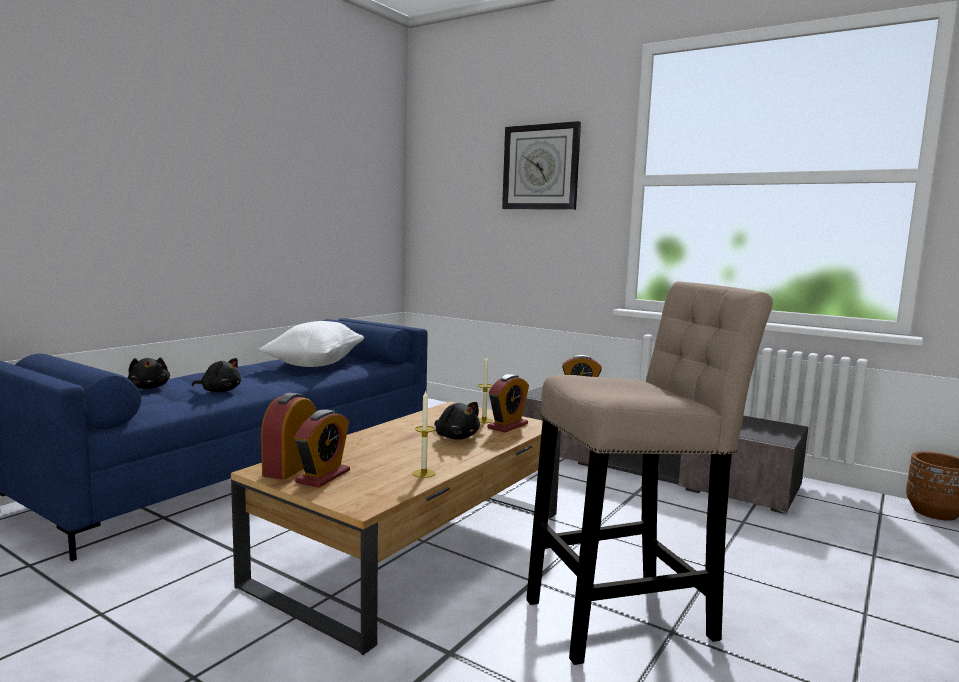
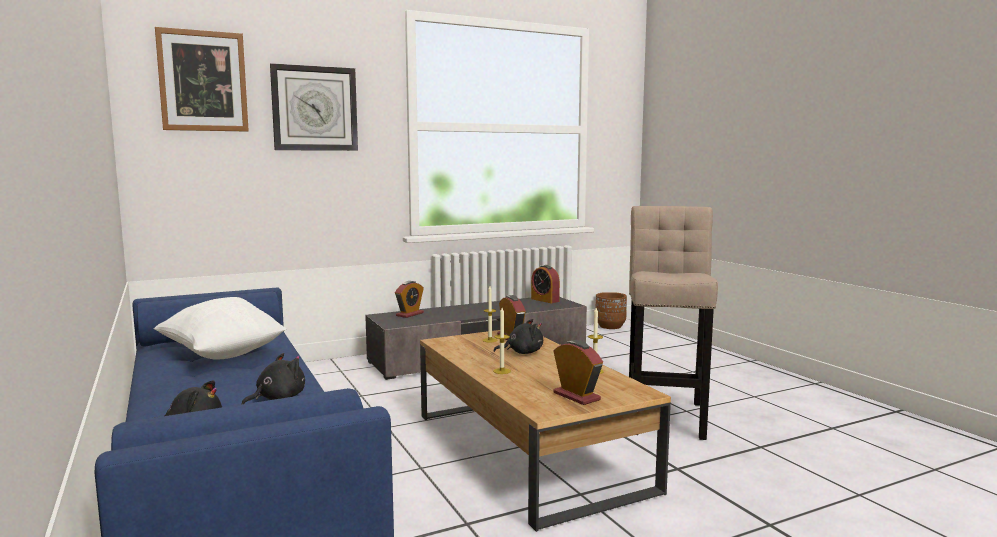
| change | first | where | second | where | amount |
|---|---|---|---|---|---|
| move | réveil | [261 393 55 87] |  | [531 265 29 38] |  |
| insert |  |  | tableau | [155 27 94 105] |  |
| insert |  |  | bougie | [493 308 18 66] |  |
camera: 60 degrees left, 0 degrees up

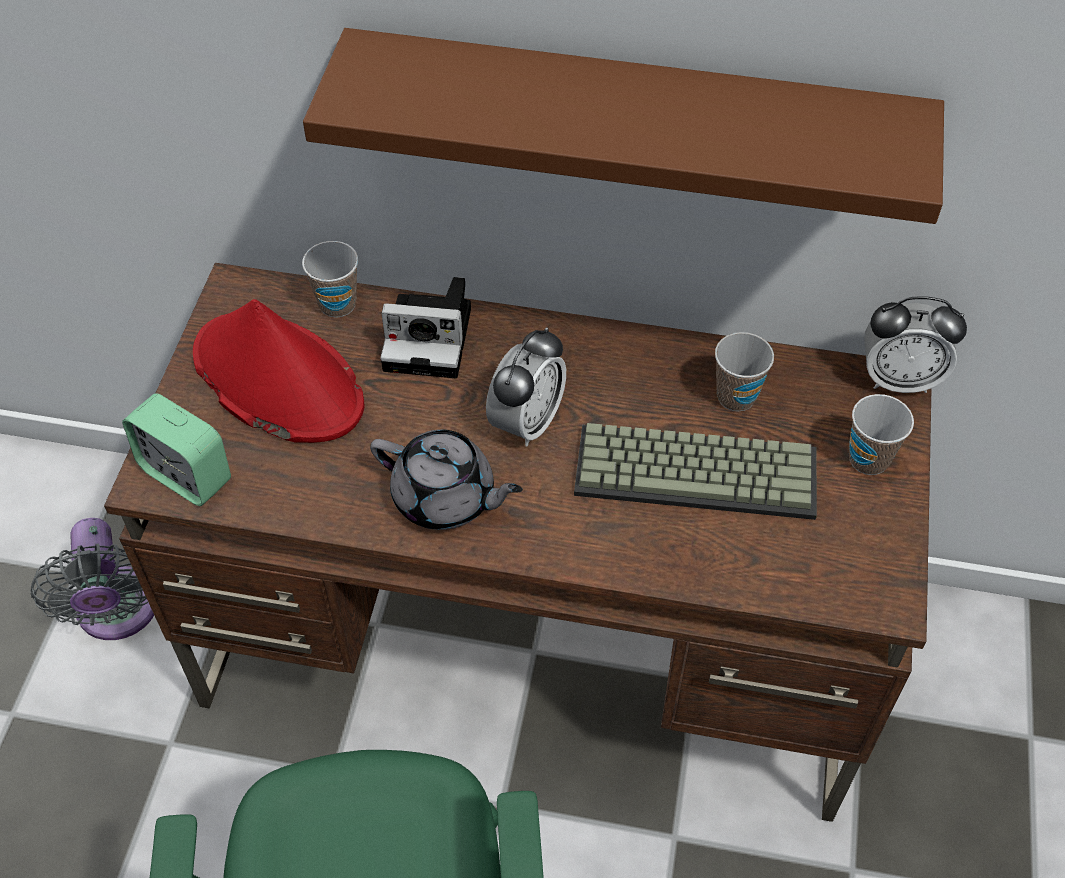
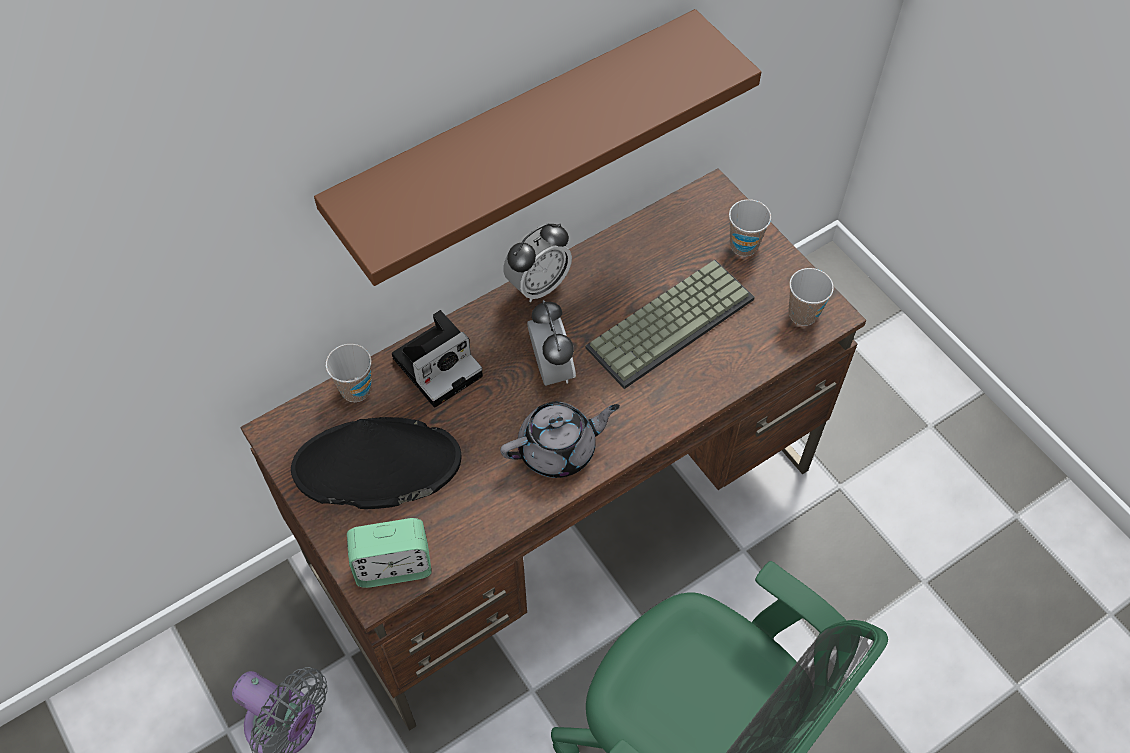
| change | first | where | second | where | amount |
|---|---|---|---|---|---|
| move | réveil | [864 296 103 97] |  | [503 224 69 78] |  |
| recolor | chapeau [rouge] | [193 299 171 144] | chapeau [noir] | [291 417 171 92] |  |
| move | tasse | [715 332 59 80] |  | [789 268 45 58] |  |
camera: 45 degrees left, 5 degrees up

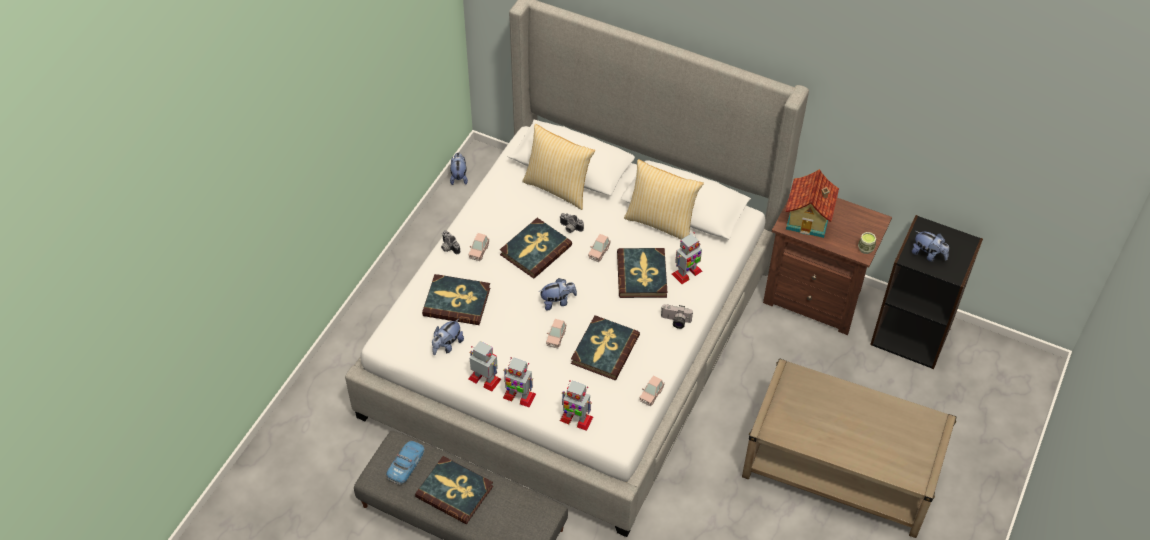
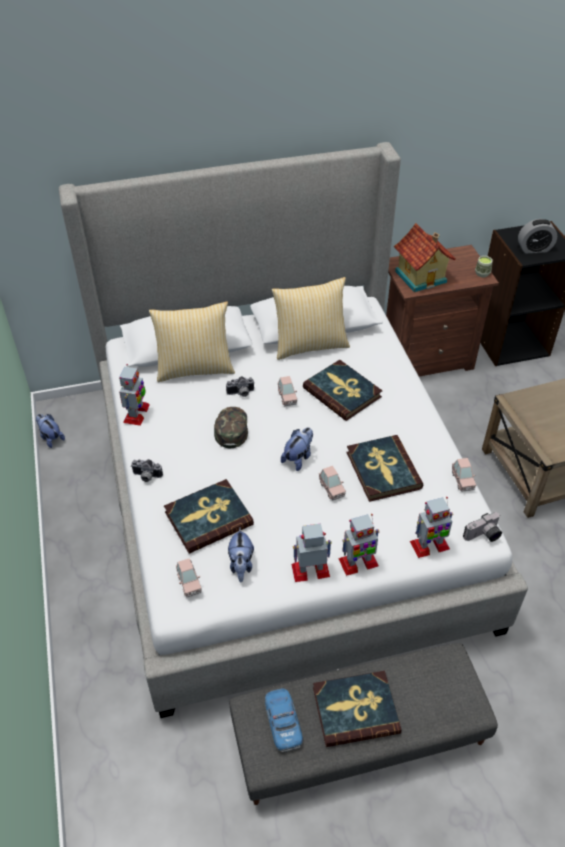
| change | first | where | second | where | amount |
|---|---|---|---|---|---|
| replace | livre | [500 218 72 60] | casquette [vert] | [214 407 34 41] |  |
| replace | peluche | [912 231 37 31] | réveil | [518 219 39 34] |  |
| move | robot jouet | [672 232 30 52] |  | [119 364 31 62] |  |
| move | petite voiture [rose] | [468 233 21 28] |  | [176 558 26 39] |  |
| move | appareil photo | [661 304 32 25] |  | [463 512 39 30] |  |
camera: 40 degrees left, 5 degrees down

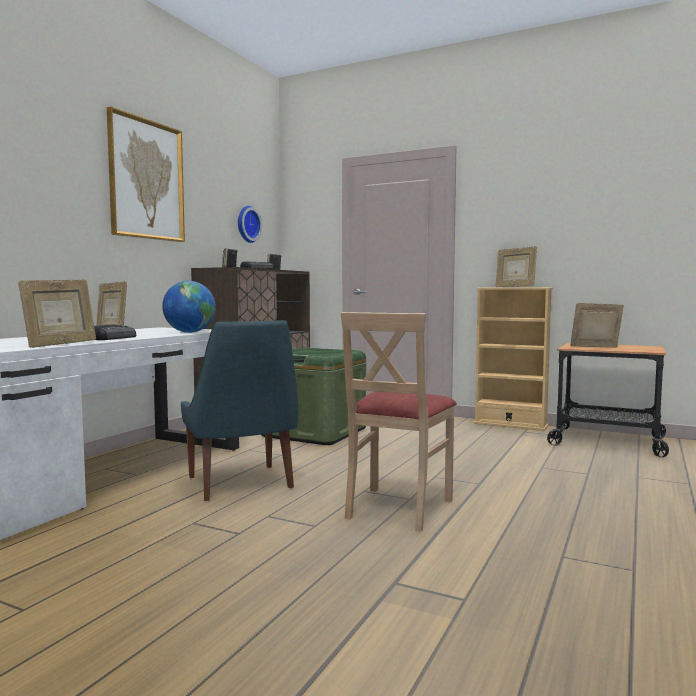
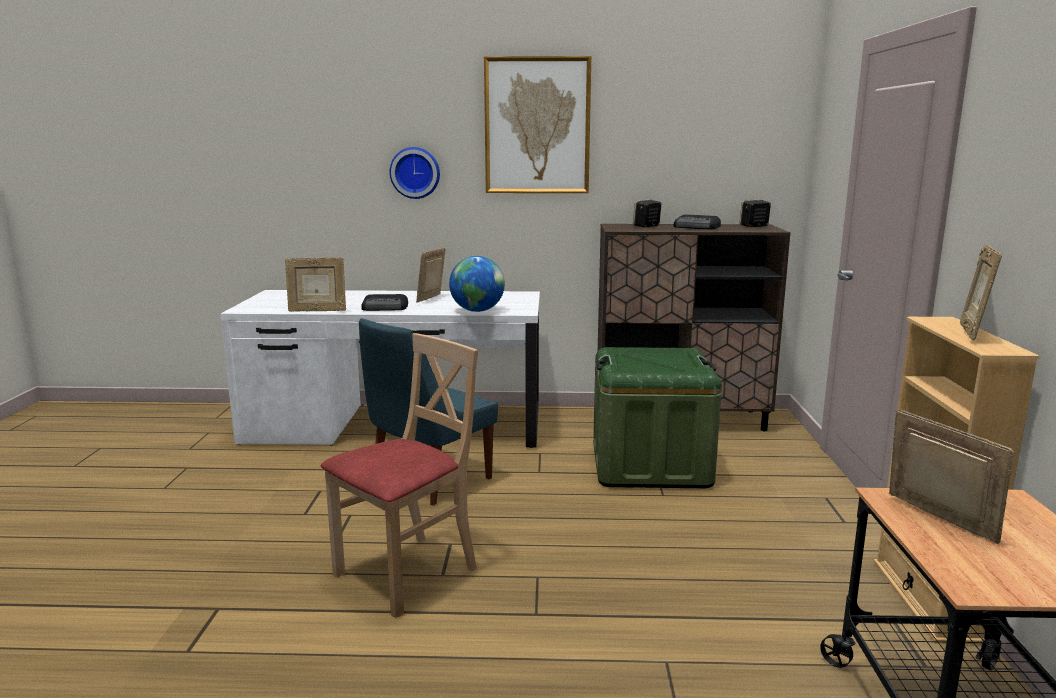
| change | first | where | second | where | amount |
|---|---|---|---|---|---|
| move | horloge murale | [238 206 24 37] |  | [390 147 50 52] |  |
| rotate | chaise [beige] | [341 312 116 220] |  | [321 333 157 285] | 135 degrees clockwise |
camera: 65 degrees right, 10 degrees up

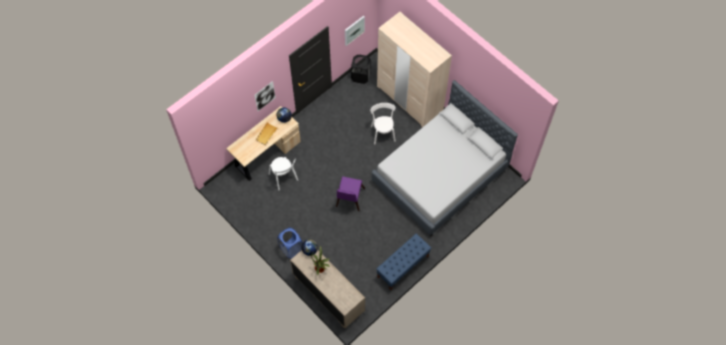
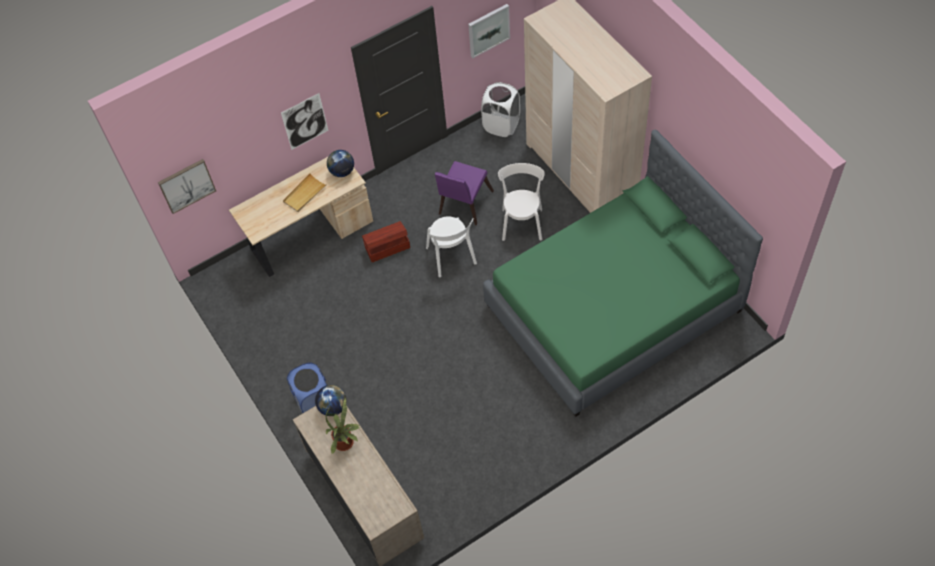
| change | first | where | second | where | amount |
|---|---|---|---|---|---|
| recolor | panier à linge [noir] | [351 55 20 29] | panier à linge [blanc] | [481 82 39 55] |  |
| recolor | lit [gris] | [372 80 146 157] | lit [vert] | [483 130 280 287] |  |
| move | chaise [blanc] | [269 157 29 33] |  | [426 216 51 61] |  |
| move | chaise [violet] | [336 176 29 35] |  | [435 161 59 65] |  |
| delete | banc [bleu] | [376 234 55 57] |  |  |  |
| insert |  |  | tableau | [158 159 58 55] |  |
| insert |  |  | boîte de rangement [marron] | [362 221 48 41] |  |
camera: 15 degrees right, 5 degrees down

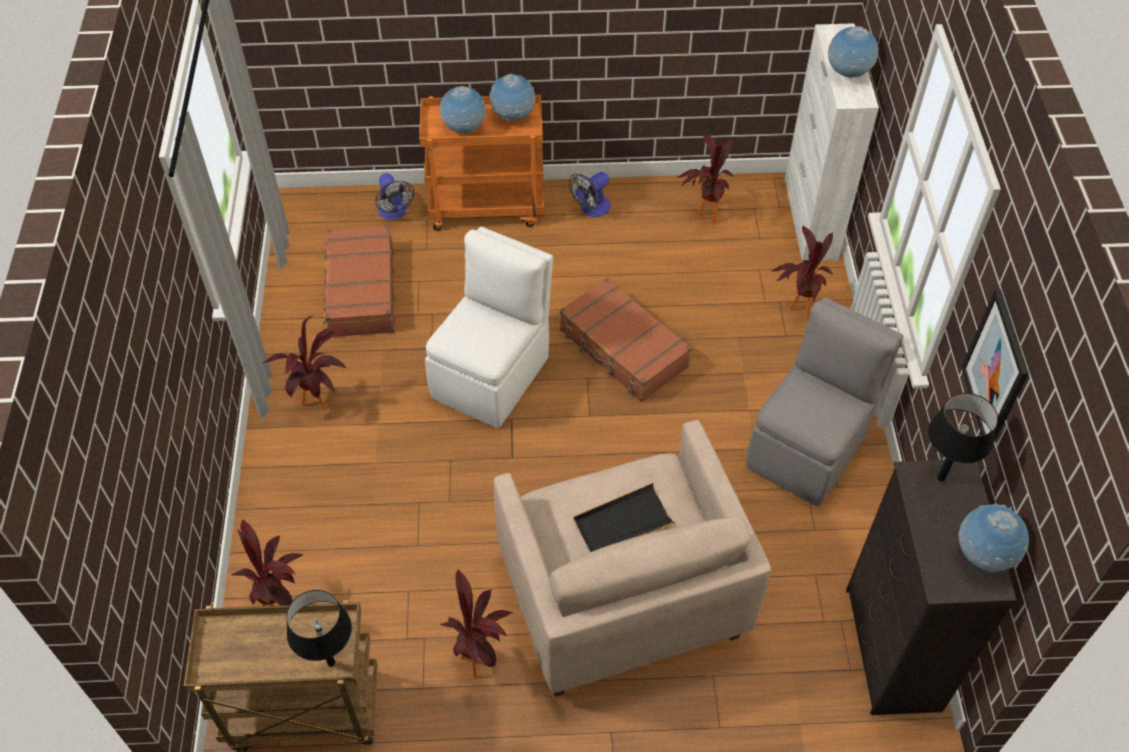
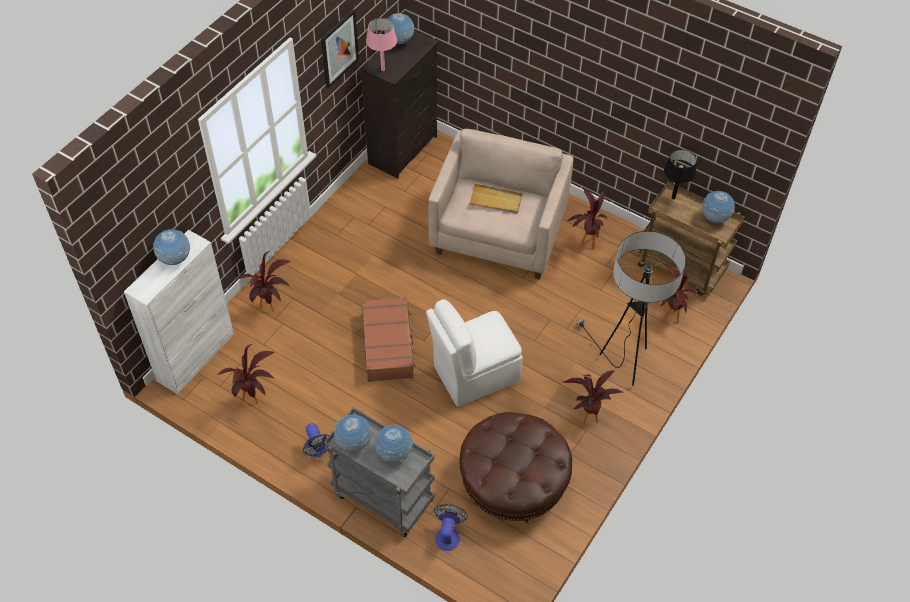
| change | first | where | second | where | amount |
|---|---|---|---|---|---|
| recolor | chariot [orange] | [419 95 125 136] | chariot [gris] | [324 407 111 130] |  |
| rotate | ventilateur | [569 172 42 45] |  | [303 423 26 35] | 75 degrees clockwise |
| replace | valise [marron] | [323 225 72 112] | pouf [marron] | [459 412 113 112] |  |
| delete | chaise [gris] | [746 297 157 209] |  |  |  |
| recolor | lampe de table [noir] | [928 393 70 89] | lampe de table [rose] | [366 18 31 53] |  |
| recolor | plateau [noir] | [573 483 102 69] | plateau [beige] | [469 183 53 31] |  |
| insert |  |  | globe | [702 191 33 32] |  |
| insert |  |  | lampadaire | [576 231 110 155] |  |
camera: 145 degrees left, 0 degrees up

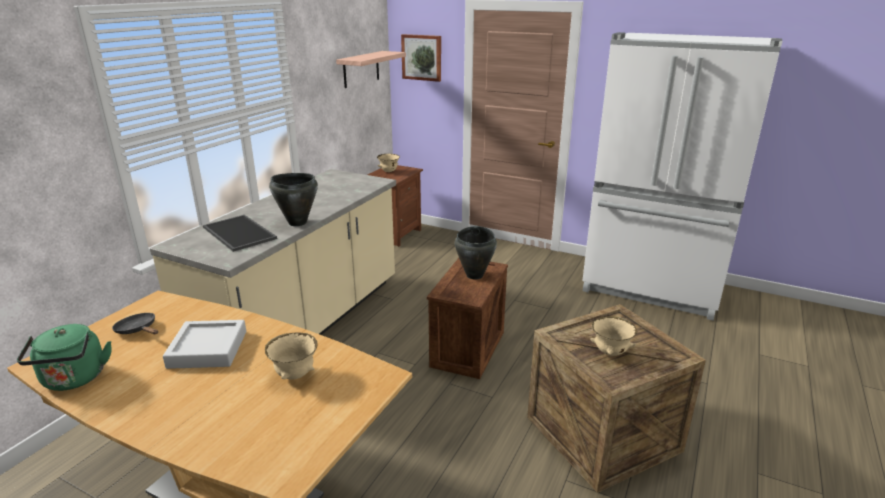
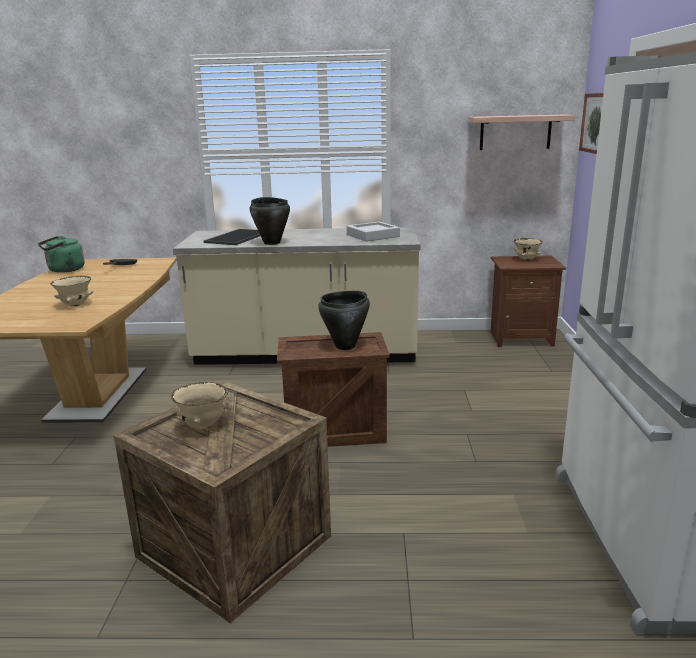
| change | first | where | second | where | amount |
|---|---|---|---|---|---|
| move | plateau [gris] | [163 320 83 49] |  | [347 221 53 21] |  |
camera: 65 degrees right, 5 degrees down

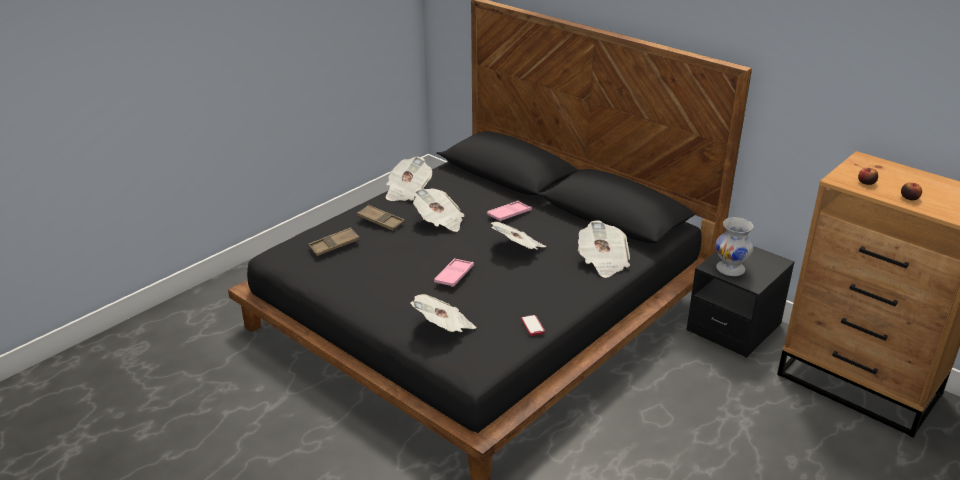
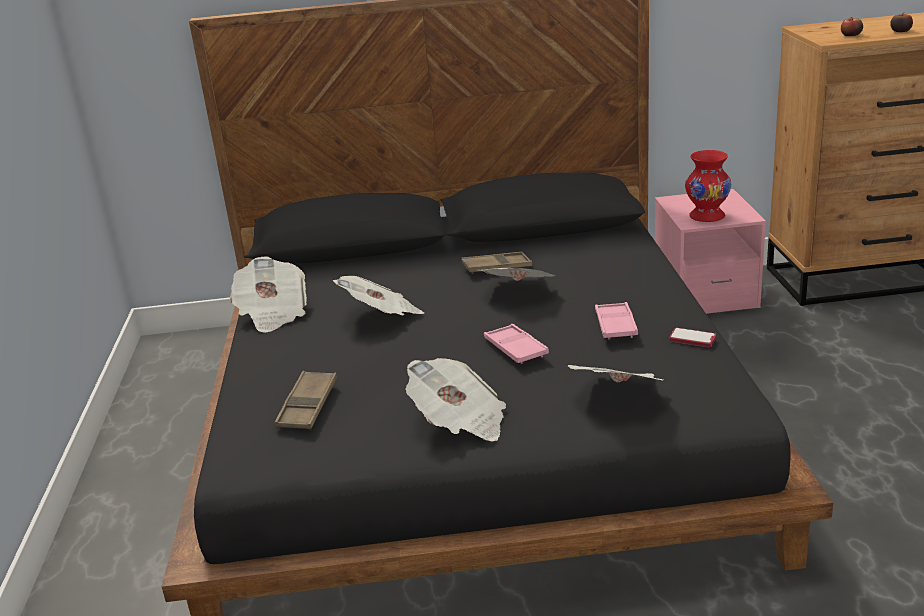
| change | first | where | second | where | amount |
|---|---|---|---|---|---|
| move | plateau [rose] | [487 201 45 21] |  | [595 302 43 38] |  |
| move | plateau [marron] | [357 205 48 26] |  | [461 252 71 22] |  |
| recolor | vase [blanc] | [716 217 38 59] | vase [rouge] | [685 150 47 72] |  |
| move | journal | [578 220 52 58] |  | [405 358 101 83] |  |
| recolor | table de chevet [noir] | [687 246 108 112] | table de chevet [rose] | [655 189 111 125] |  |
camera: 45 degrees left, 5 degrees down

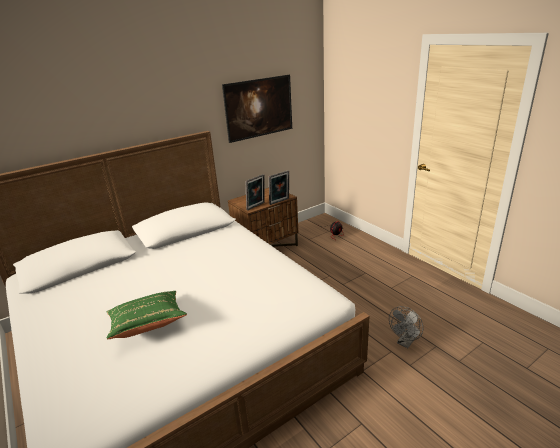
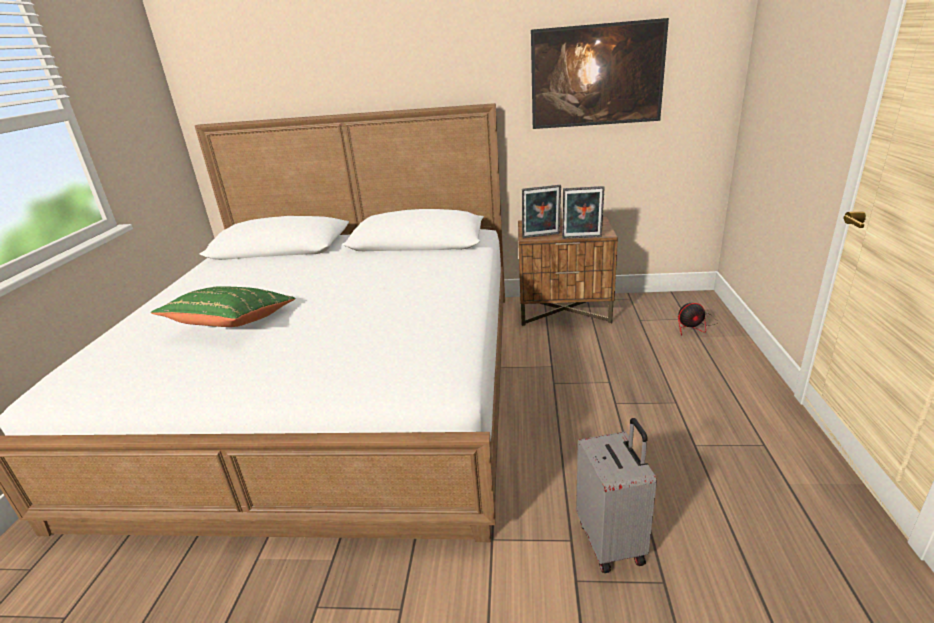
| change | first | where | second | where | amount |
|---|---|---|---|---|---|
| replace | ventilateur [gris] | [389 306 34 42] | valise [gris] | [576 418 81 155] |  |
camera: 40 degrees right, 0 degrees up

